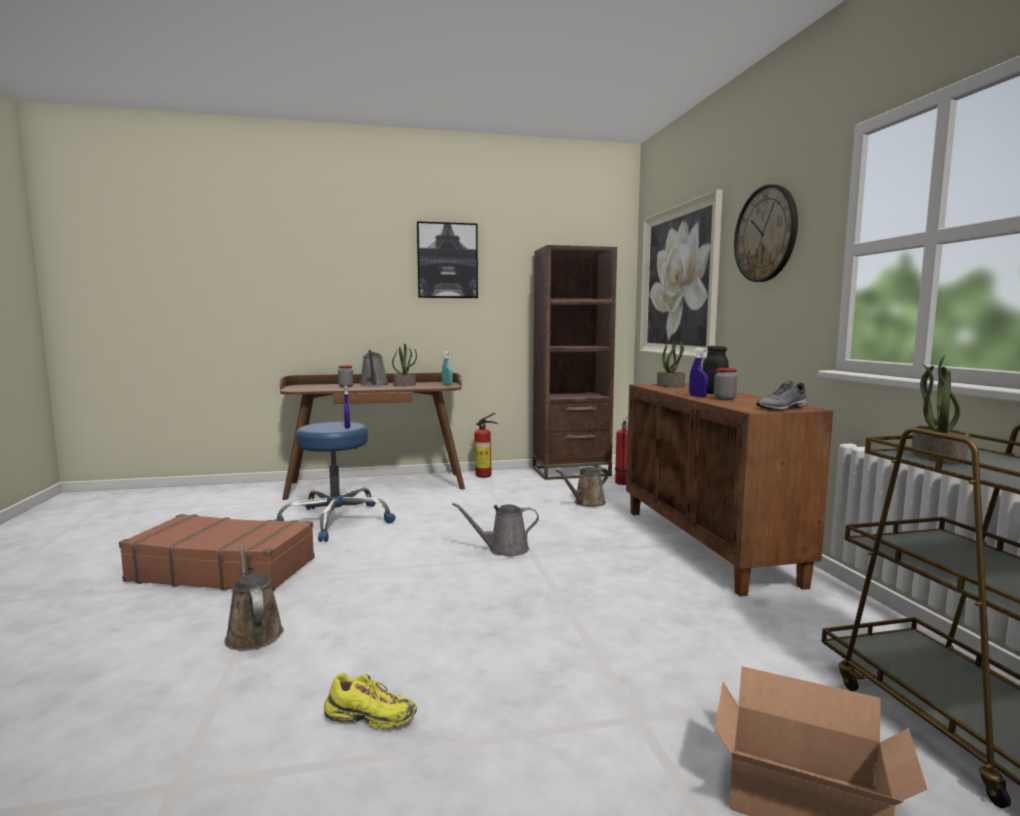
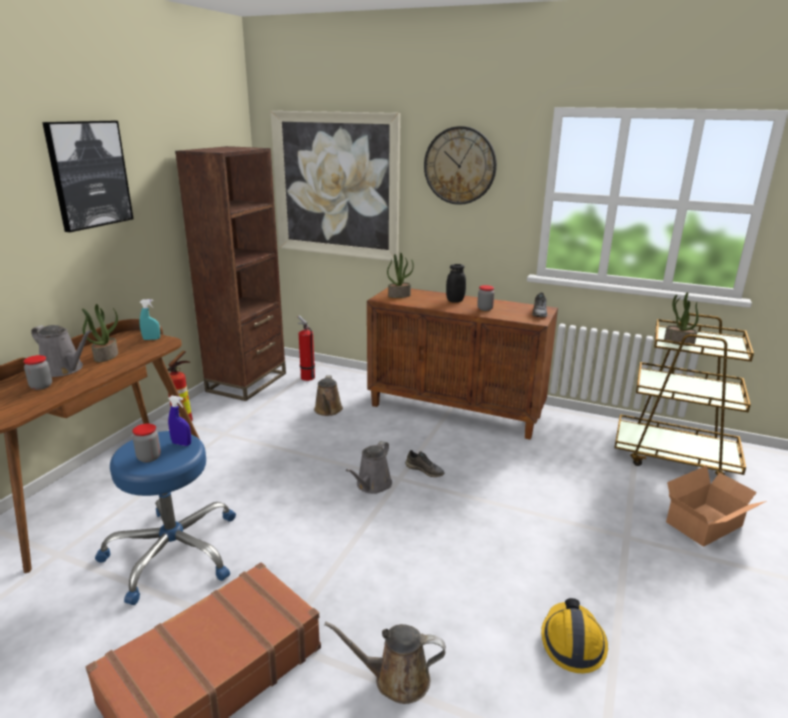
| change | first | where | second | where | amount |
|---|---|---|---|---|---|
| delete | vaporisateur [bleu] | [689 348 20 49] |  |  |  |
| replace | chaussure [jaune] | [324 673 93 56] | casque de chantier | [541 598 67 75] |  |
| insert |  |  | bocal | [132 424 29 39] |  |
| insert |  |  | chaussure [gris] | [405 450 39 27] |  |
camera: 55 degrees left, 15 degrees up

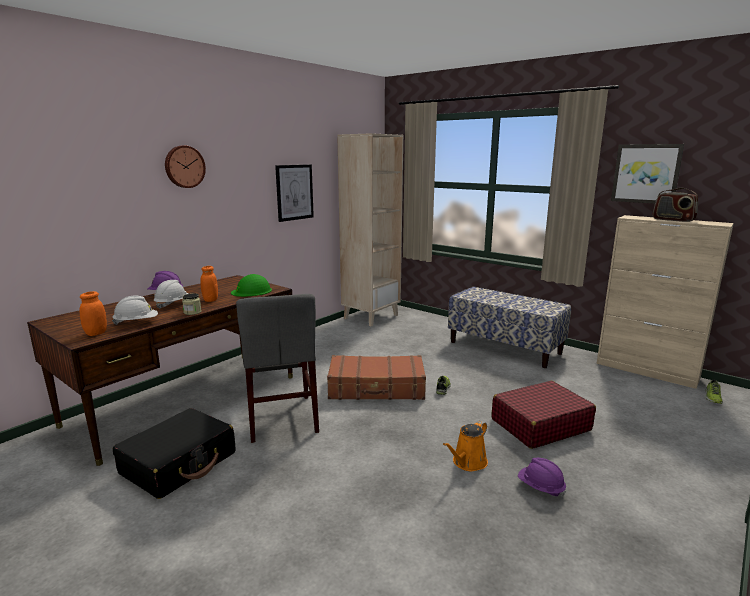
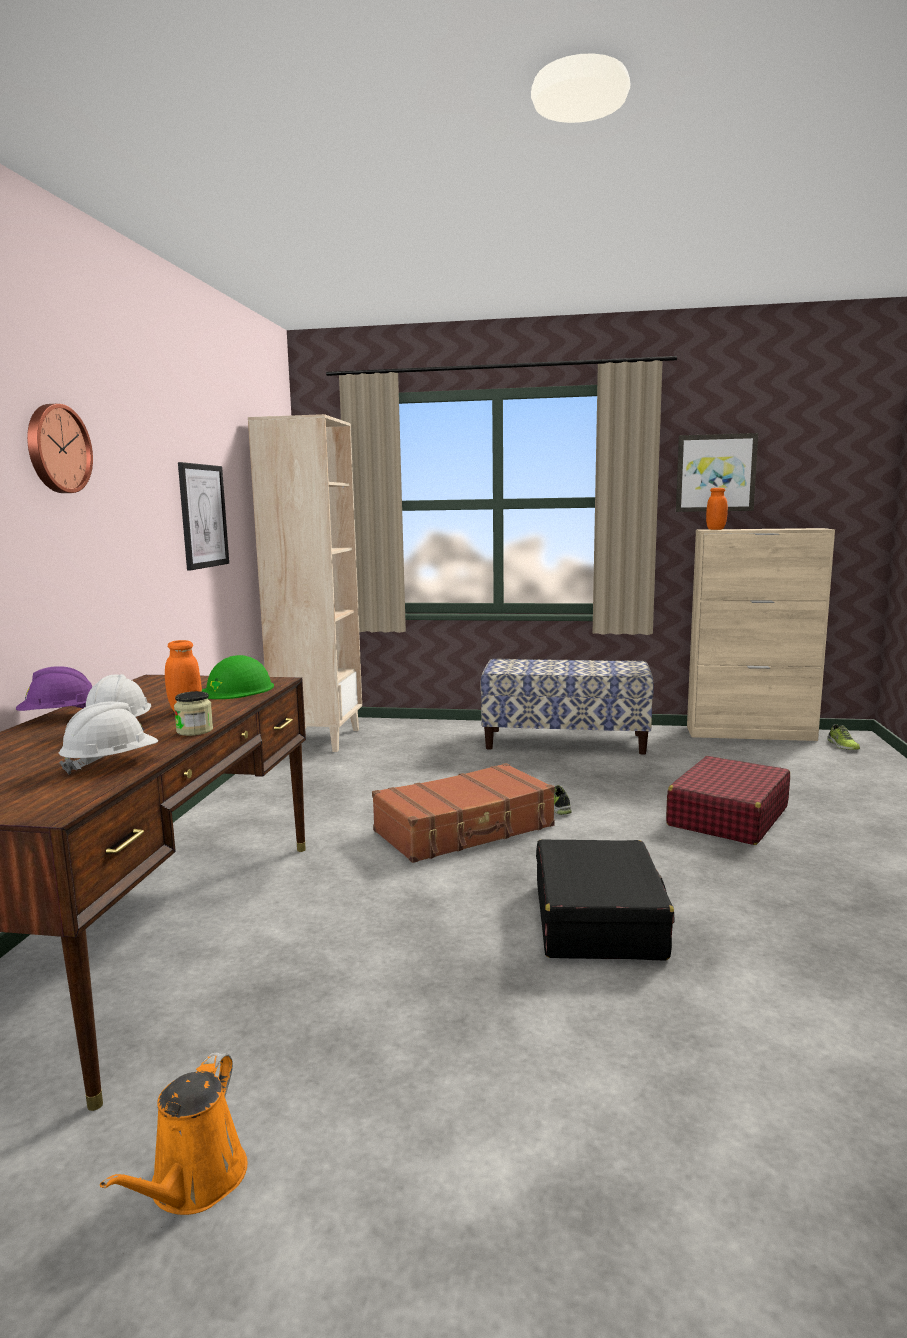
| change | first | where | second | where | amount |
|---|---|---|---|---|---|
| delete | radio | [653 187 45 35] |  |  |  |
| move | bocal [orange] | [79 291 28 45] |  | [706 488 22 42] |  |
| delete | chaise [gris] | [236 294 83 149] |  |  |  |
| move | valise [noir] | [113 408 122 91] |  | [536 839 139 121] |  |
| move | arrosoir [orange] | [443 421 45 51] |  | [100 1052 147 163] |  |
| delete | casque de chantier [violet] | [518 458 48 39] |  |  |  |
camera: 30 degrees left, 5 degrees down

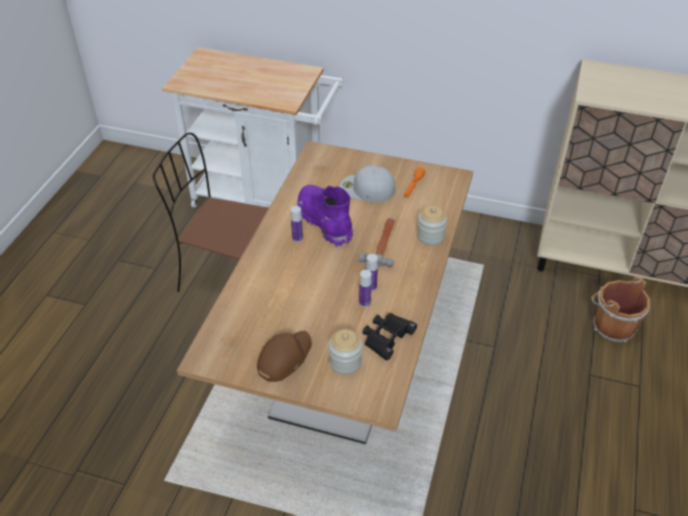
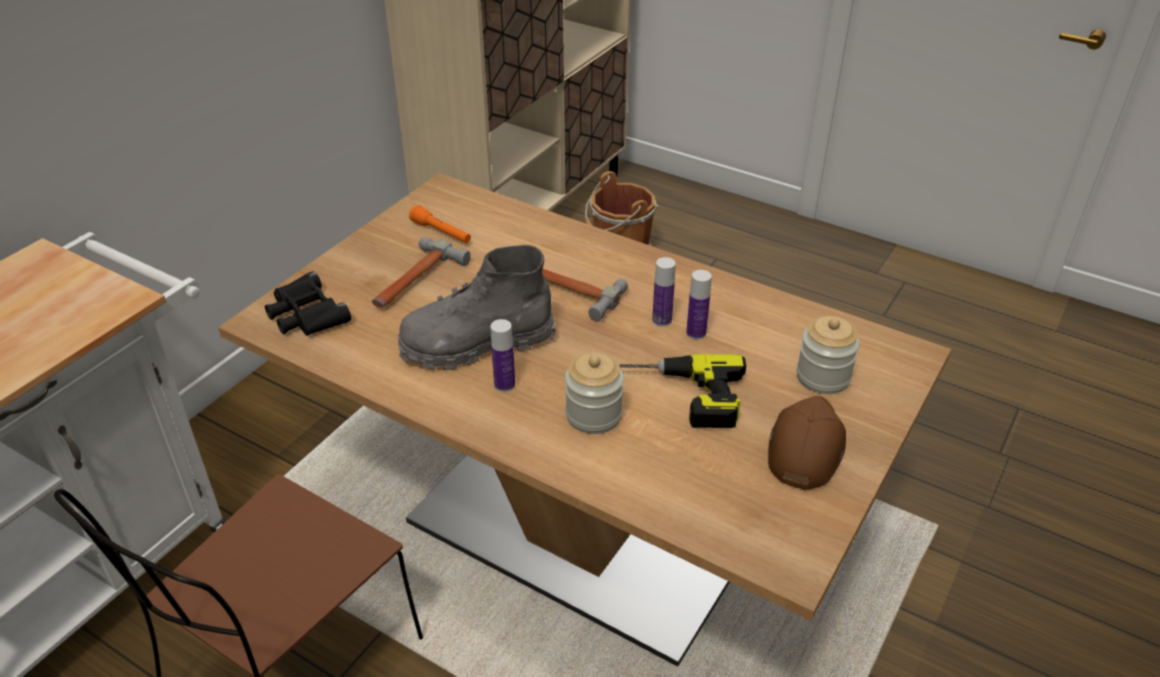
| change | first | where | second | where | amount |
|---|---|---|---|---|---|
| replace | casquette [blanc] | [340 165 55 37] | marteau | [372 237 99 71] |  |
| recolor | botte [violet] | [297 185 56 62] | botte [gris] | [398 245 158 125] |  |
| move | bocal | [417 206 30 39] |  | [565 352 59 82] |  |
| move | jumelles [noir] | [362 313 55 48] |  | [265 271 86 65] |  |
| rotate | casquette [marron] | [257 331 55 51] |  | [768 396 78 95] | 60 degrees clockwise |
| insert |  |  | perceuse | [619 354 127 74] |  |
camera: 75 degrees left, 5 degrees down

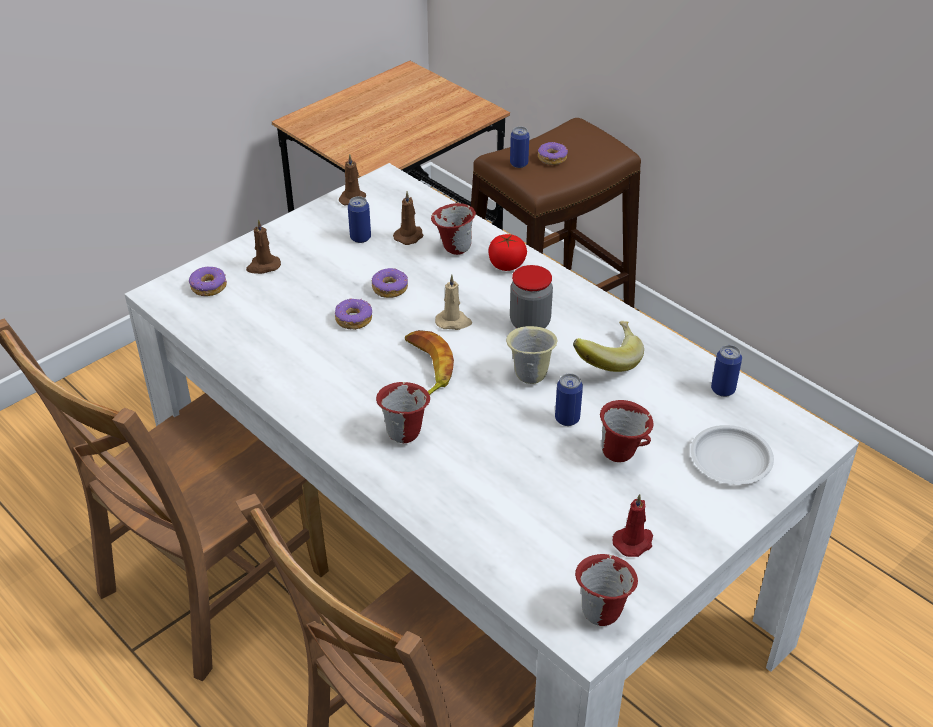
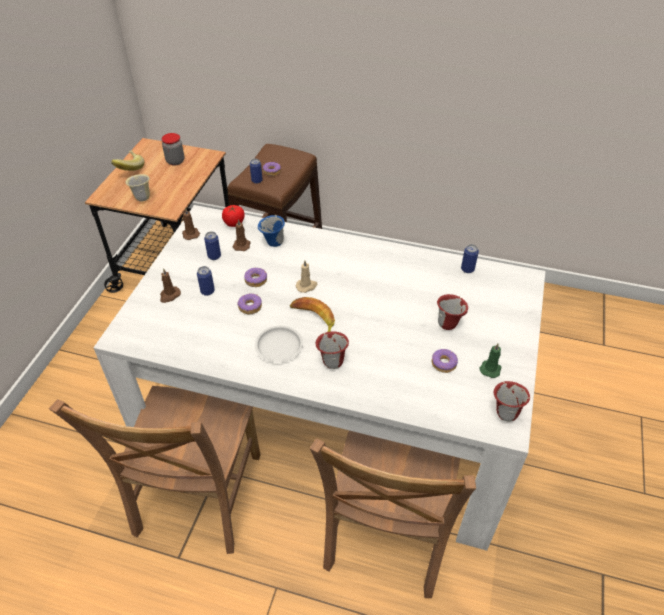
| change | first | where | second | where | amount |
|---|---|---|---|---|---|
| recolor | mug [rouge] | [431 203 45 52] | mug [bleu] | [258 215 27 32] |  |
| move | tomate | [489 234 38 37] |  | [222 205 23 22] |  |
| move | bocal | [510 265 43 63] |  | [162 133 22 33] |  |
| move | beignet | [189 266 38 30] |  | [432 349 26 24] |  |
| move | banane | [573 321 71 51] |  | [111 151 33 20] |  |
| move | mug [beige] | [506 326 51 58] |  | [125 174 25 28] |  |
| move | boîte métallique | [555 373 28 53] |  | [197 266 18 30] |  |
| move | assiette [blanc] | [691 425 83 59] |  | [255 326 48 37] |  |
| recolor | bougie [rouge] | [613 494 40 63] | bougie [vert] | [479 343 22 35] |  |
camera: 30 degrees left, 5 degrees up

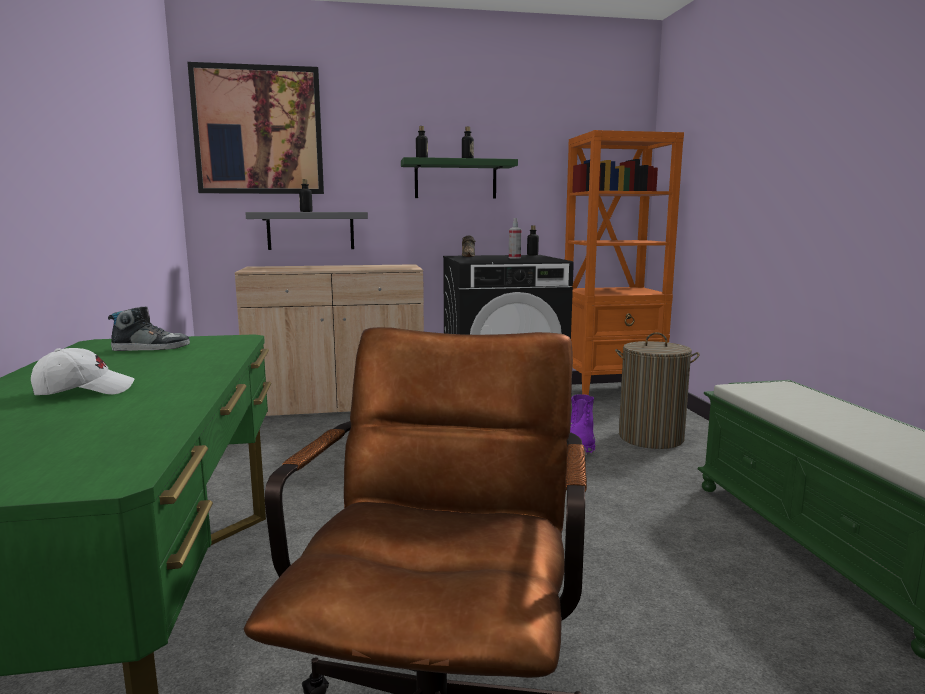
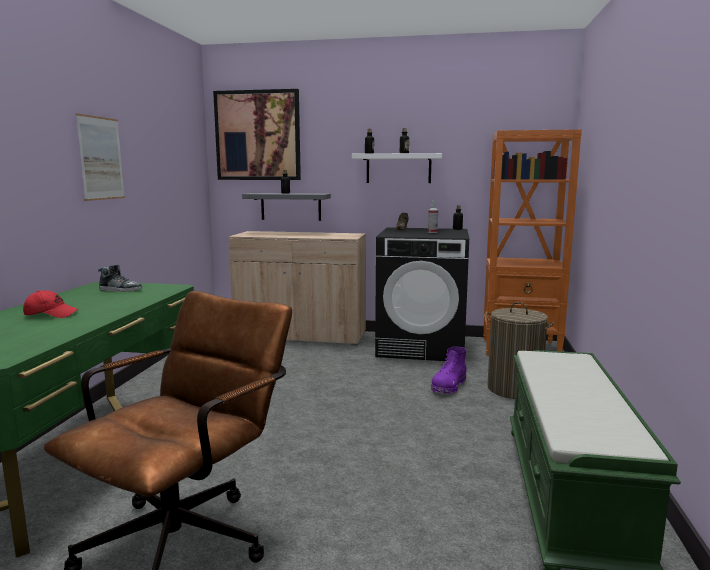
| change | first | where | second | where | amount |
|---|---|---|---|---|---|
| recolor | étagère [vert] | [401 157 117 42] | étagère [blanc] | [352 153 91 30] |  |
| recolor | casquette [blanc] | [31 348 104 47] | casquette [rouge] | [23 290 55 28] |  |
| insert |  |  | tableau | [76 113 49 88] |  |
camera: 20 degrees right, 0 degrees up

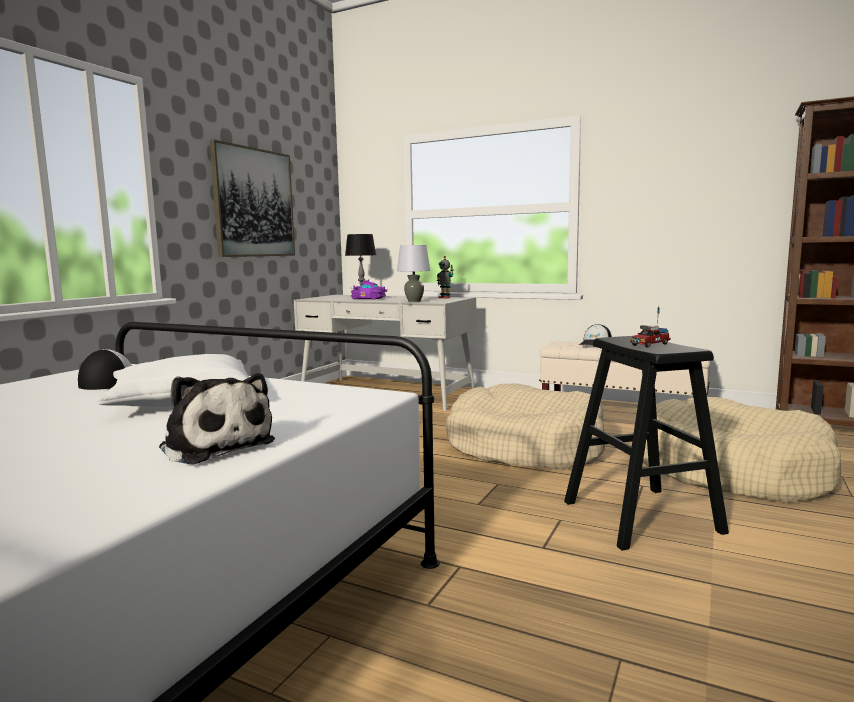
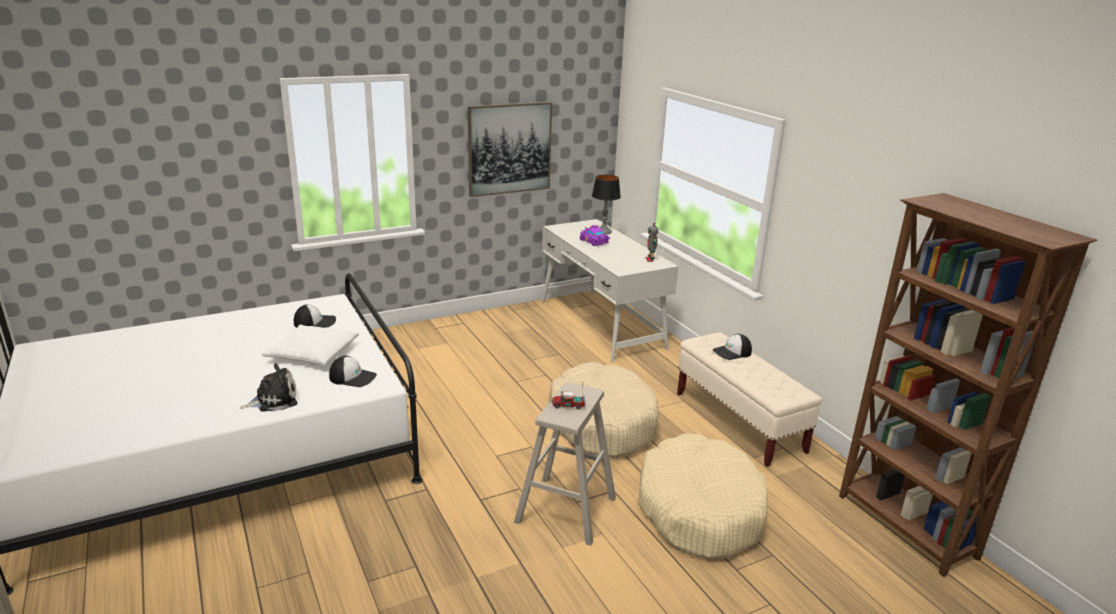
| change | first | where | second | where | amount |
|---|---|---|---|---|---|
| delete | lampe de table [gris] | [397 245 34 57] |  |  |  |
| recolor | tabouret [noir] | [564 336 165 215] | tabouret [beige] | [514 382 102 164] |  |
| rotate | peluche | [159 373 116 92] |  | [240 363 58 49] | 105 degrees counterclockwise |
| insert |  |  | casquette | [329 356 48 31] |  |
camera: 35 degrees right, 15 degrees up

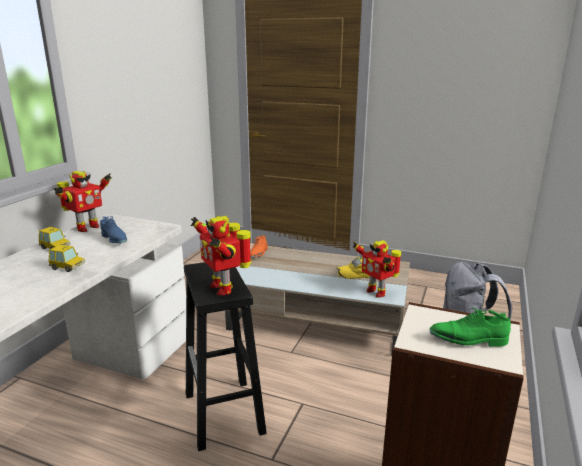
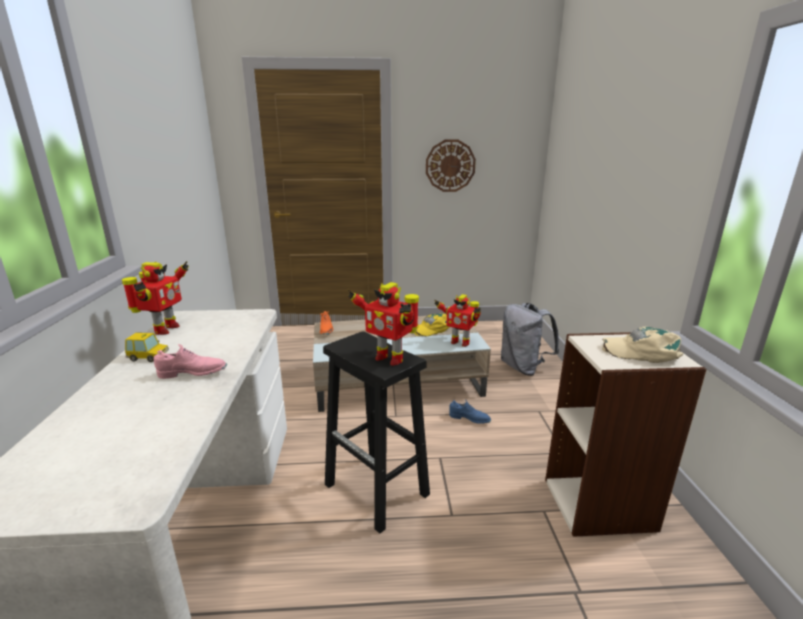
| change | first | where | second | where | amount |
|---|---|---|---|---|---|
| move | chaussure [bleu] | [100 216 27 28] |  | [449 400 42 23] |  |
| replace | petite voiture | [49 245 36 27] | chaussure [rose] | [153 344 74 35] |  |
| replace | chaussure [vert] | [429 308 82 39] | casquette [beige] | [602 327 81 36] |  |
| insert |  |  | horloge murale | [426 140 50 52] |  |
camera: 25 degrees left, 0 degrees up

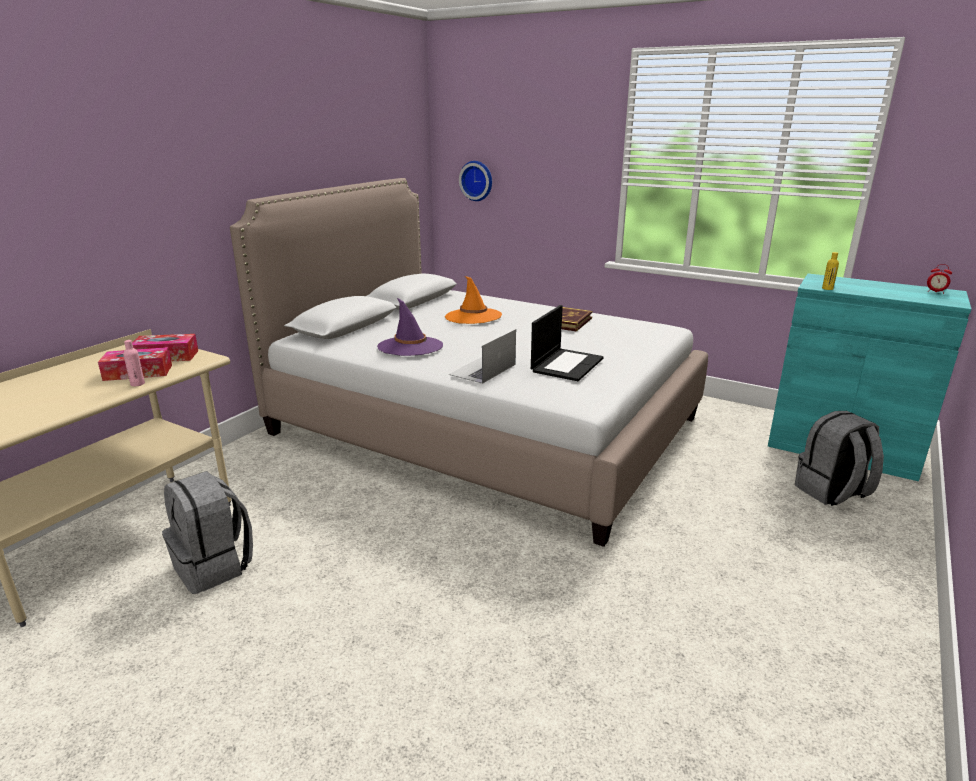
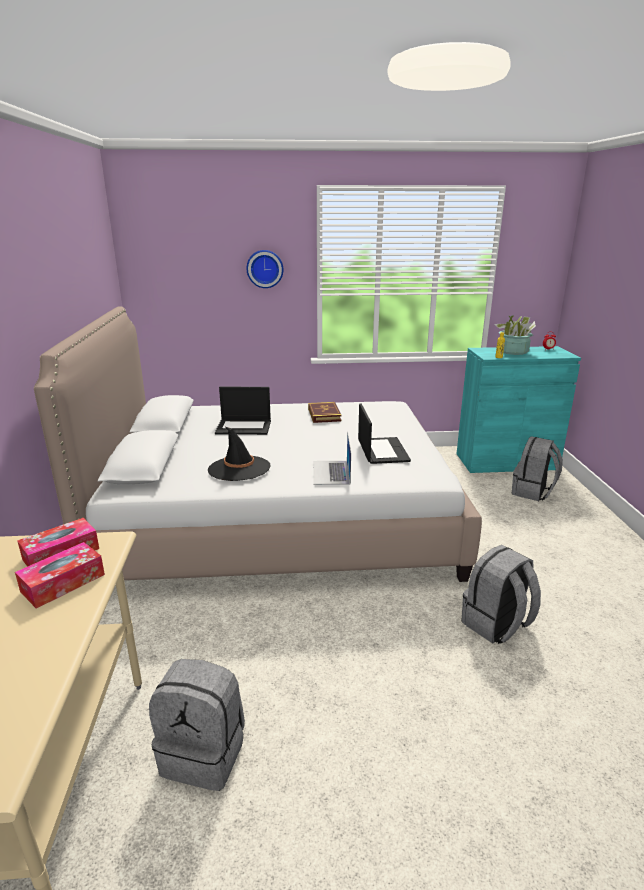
| change | first | where | second | where | amount |
|---|---|---|---|---|---|
| move | horloge murale | [459 161 33 40] |  | [246 250 38 38] |  |
| replace | chapeau [orange] | [445 276 57 48] | ordinateur portable | [215 387 56 48] |  |
| recolor | chapeau [violet] | [377 298 66 58] | chapeau [noir] | [208 426 63 55] |  |
| delete | bouteille [rose] | [123 340 22 46] |  |  |  |
| insert |  |  | plante en pot | [494 315 42 40] |  |
| insert |  |  | sac à dos [gris] | [461 545 80 99] |  |
camera: 35 degrees left, 0 degrees up

